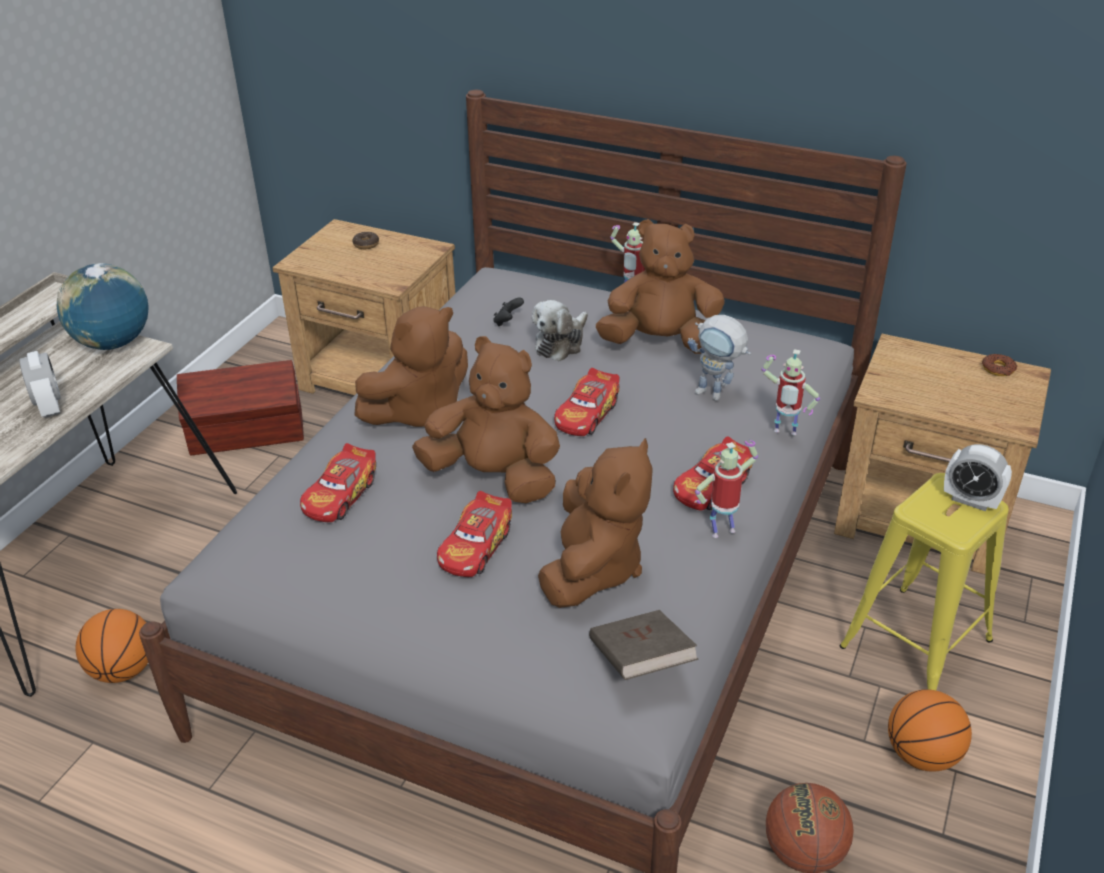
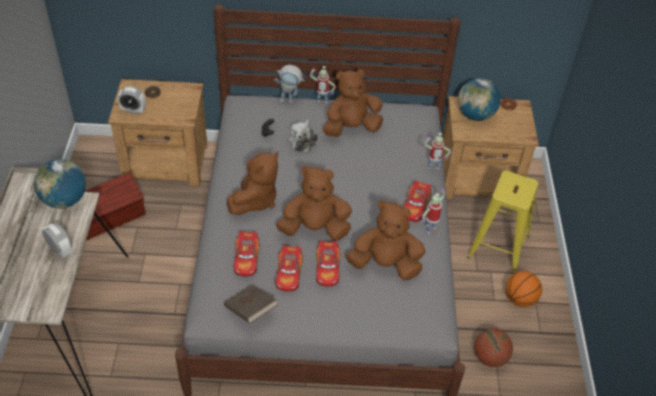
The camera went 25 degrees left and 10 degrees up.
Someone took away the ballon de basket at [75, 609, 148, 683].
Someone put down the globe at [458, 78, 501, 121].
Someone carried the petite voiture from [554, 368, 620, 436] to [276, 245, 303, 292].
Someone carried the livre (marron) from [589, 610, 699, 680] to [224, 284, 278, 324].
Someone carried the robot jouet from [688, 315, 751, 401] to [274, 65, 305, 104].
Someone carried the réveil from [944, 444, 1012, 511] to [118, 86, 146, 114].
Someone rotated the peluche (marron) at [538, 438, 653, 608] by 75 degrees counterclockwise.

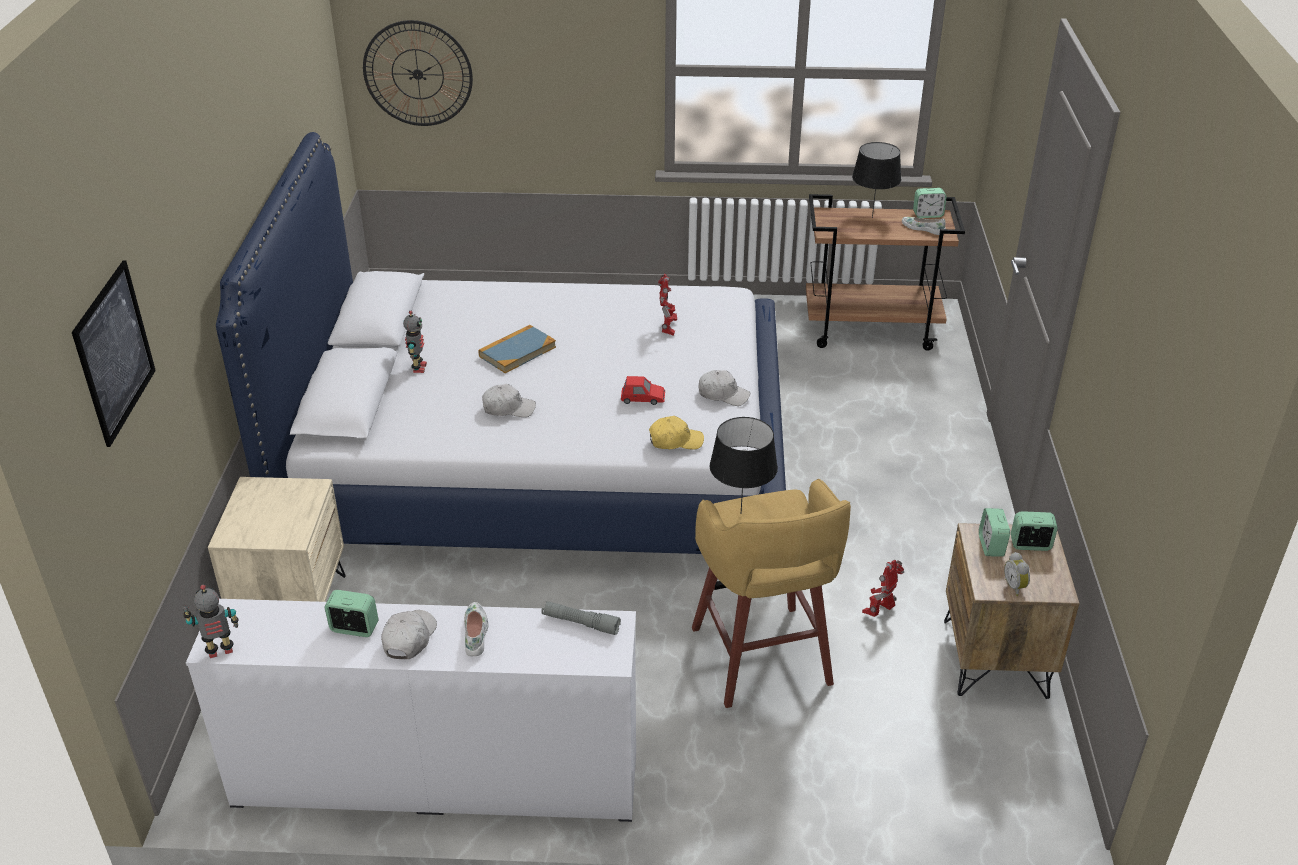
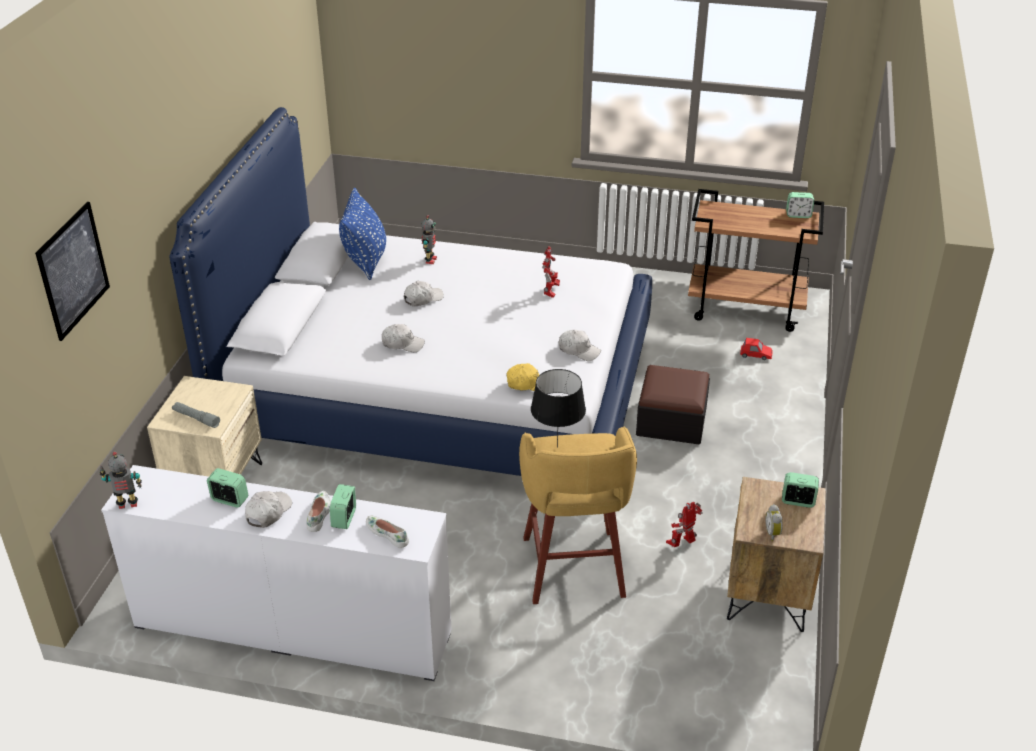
The camera went 10 degrees right and 0 degrees up.
Someone took away the horloge murale at [363, 20, 473, 126].
Someone took away the lampe de table (noir) at [852, 142, 901, 218].
Someone put down the coussin (bleu) at [339, 188, 386, 280].
Someone put down the pouf at [636, 365, 710, 444].
Someone carried the robot jouet from [403, 311, 427, 373] to [421, 215, 437, 264].
Someone carried the lampe de poche (gris) from [541, 601, 621, 635] to [172, 402, 220, 428].
Someone carried the petite voiture (rouge) from [621, 376, 665, 405] to [740, 338, 773, 360].
Someone carried the chaussure (blanc) from [902, 217, 946, 235] to [366, 515, 409, 548].
Someone carried the réveil from [979, 508, 1010, 556] to [330, 484, 356, 529].
Someone swapped the livre at [478, 325, 556, 373] for the casquette (blanc) at [404, 281, 444, 306].

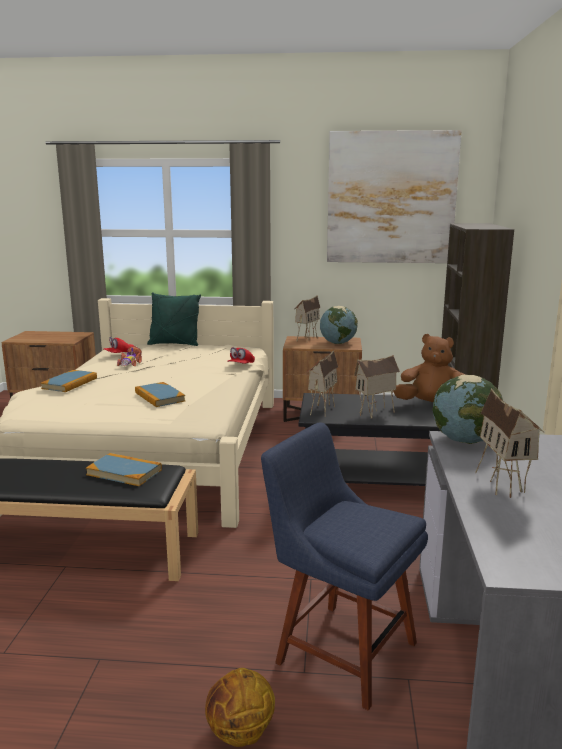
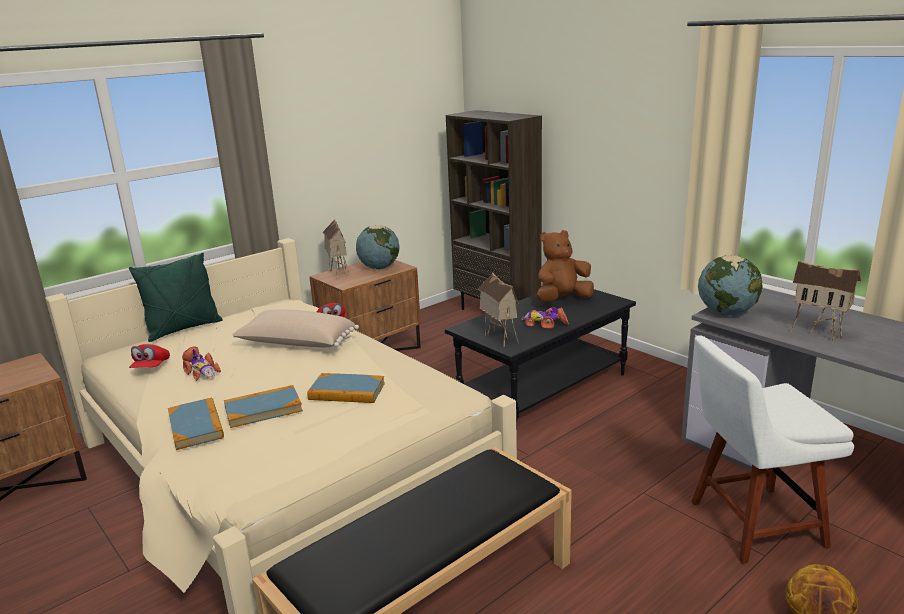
The camera went 45 degrees left and 5 degrees up.
Someone took away the tableau at [327, 130, 462, 263].
Someone put down the coussin (beige) at [232, 310, 359, 347].
Someone carried the livre from [86, 453, 162, 486] to [224, 385, 303, 428].
Someone swapped the maison miniature at [354, 355, 400, 419] for the petite voiture at [521, 307, 569, 329].
Someone repainted the chaise (bleu) at [261, 422, 428, 711], which became the chaise (blanc) at [691, 335, 854, 564].

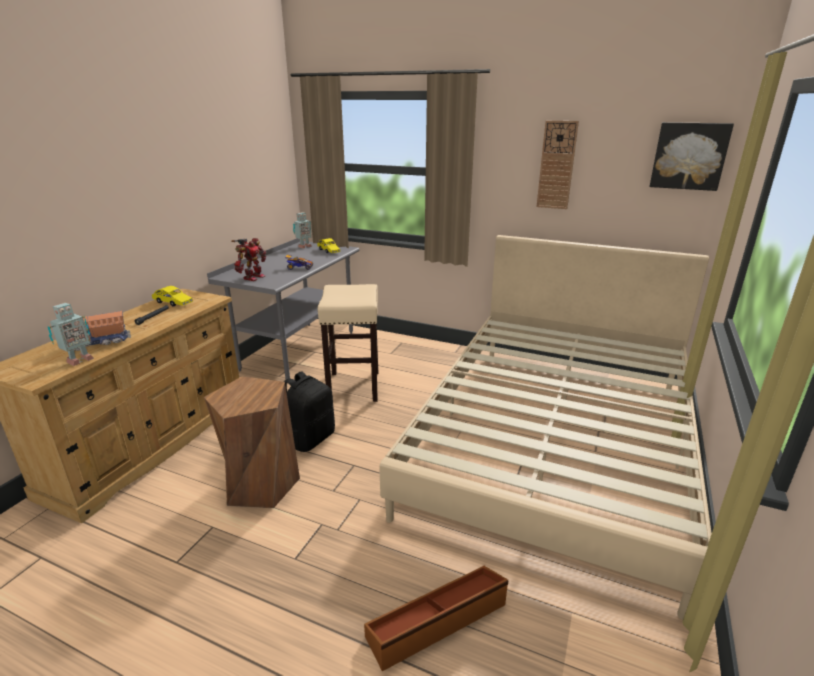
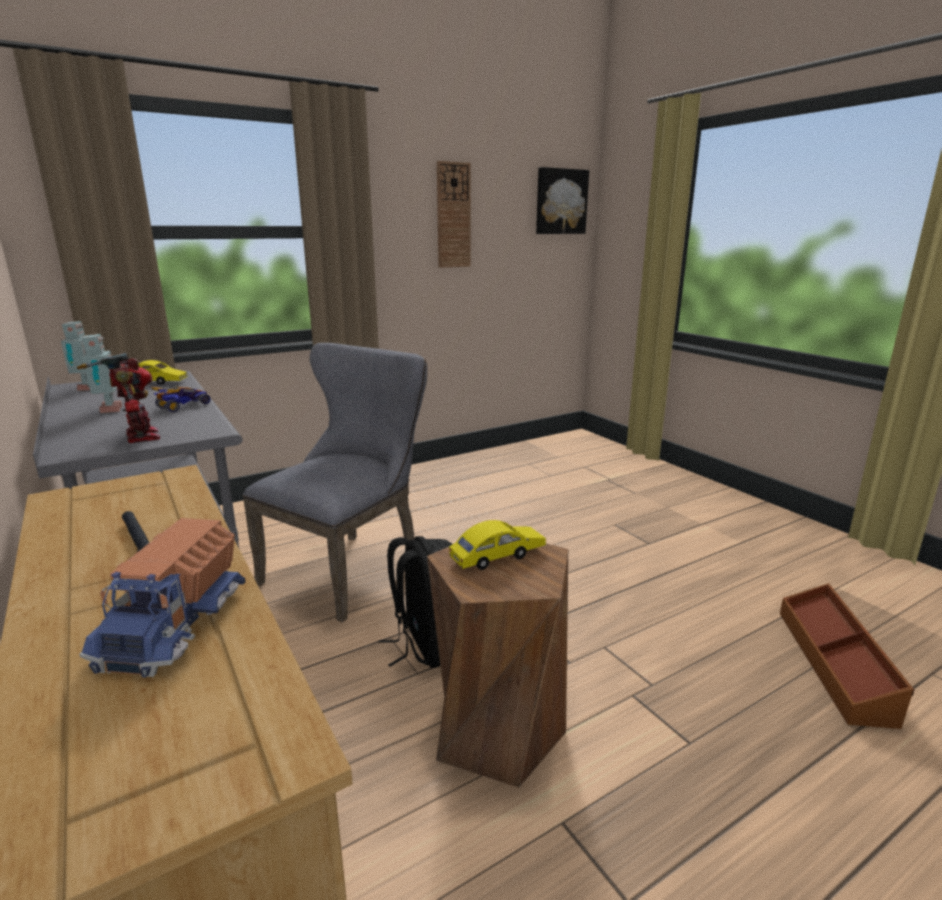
The camera went 55 degrees left and 5 degrees down.
Someone took away the lit (beige) at [379, 235, 712, 620].
Someone carried the robot jouet from [48, 303, 94, 366] to [82, 334, 122, 413].
Someone carried the petite voiture (jaune) from [152, 286, 193, 307] to [449, 520, 546, 570].
Someone swapped the tabouret (beige) at [317, 284, 378, 402] for the chaise (gris) at [242, 343, 427, 622].

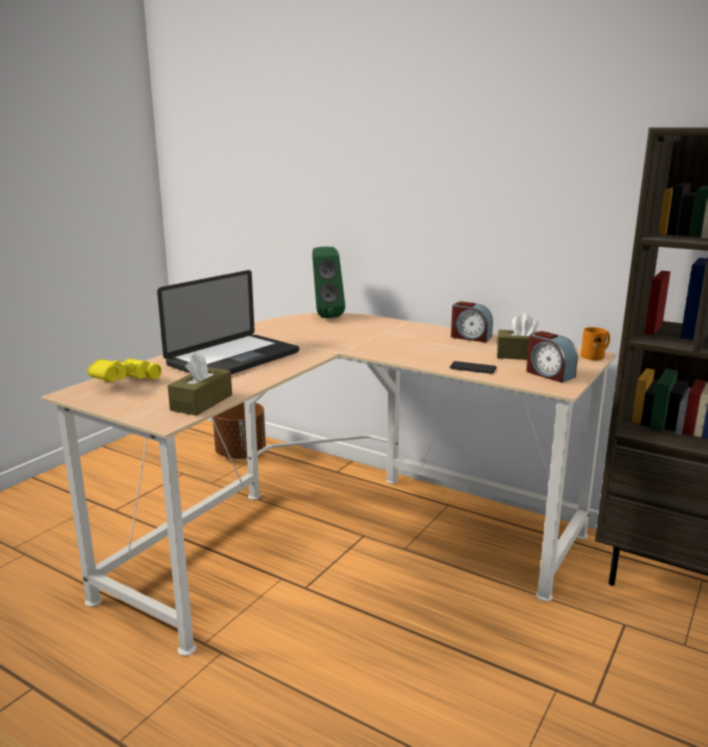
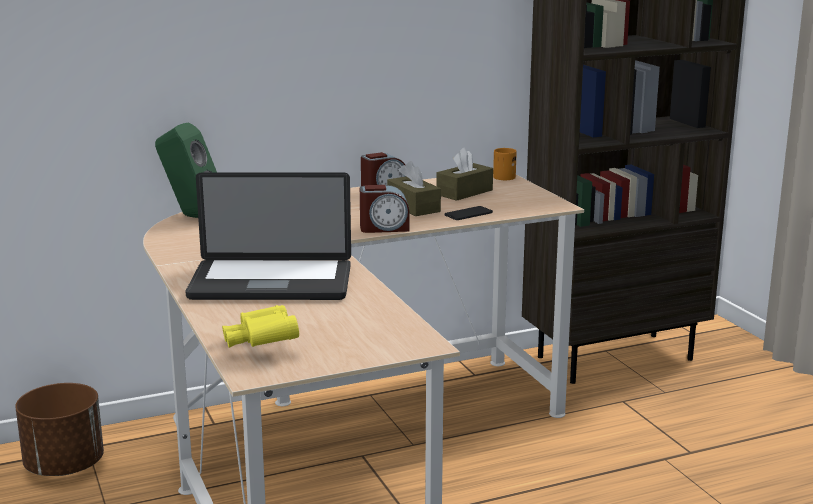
The camera went 55 degrees left and 0 degrees up.
Someone carried the boîte à mouchoirs (marron) from [168, 352, 232, 416] to [387, 161, 441, 216].
Someone carried the réveil from [526, 331, 578, 383] to [360, 185, 409, 233].
Someone rotated the ordinateur portable at [157, 270, 299, 374] by 105 degrees clockwise.

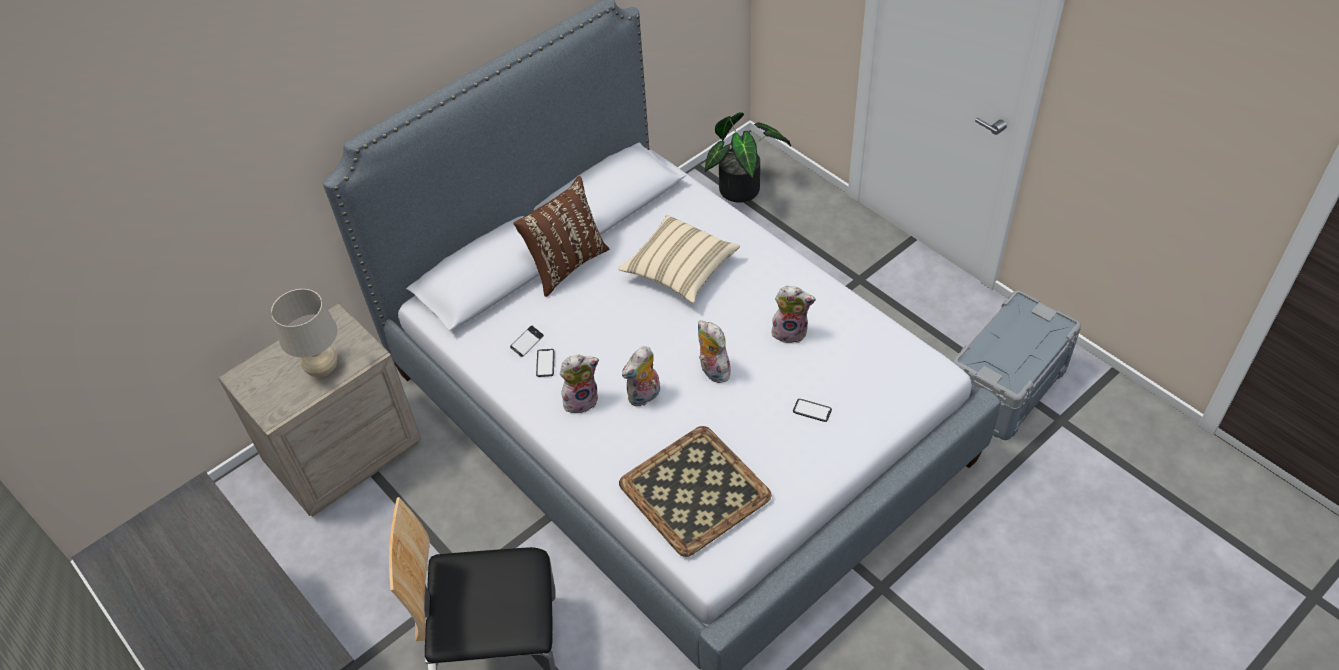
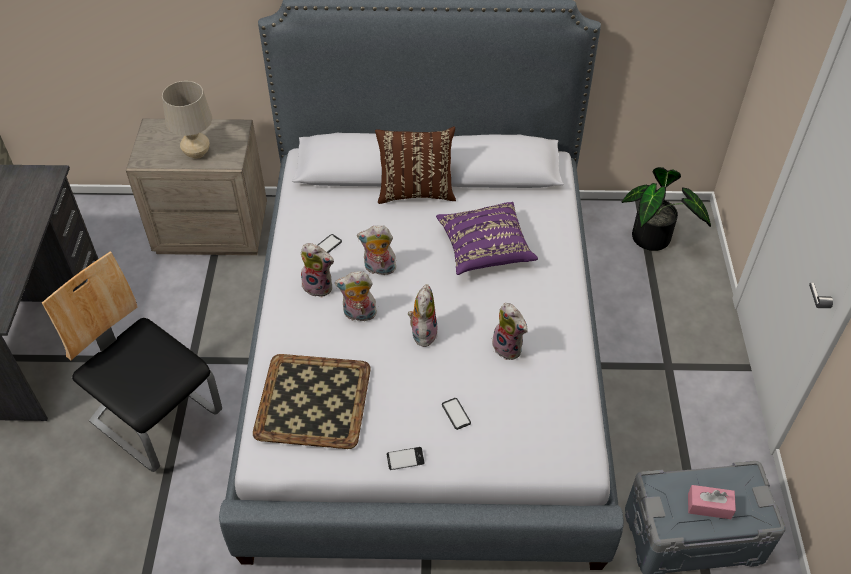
The camera went 40 degrees right and 0 degrees up.
Someone put down the peluche at [357, 225, 399, 275].
Someone put down the boîte à mouchoirs (rose) at [688, 485, 736, 519].
Someone carried the téléphone from [510, 326, 544, 357] to [386, 447, 425, 470].
Someone repainted the coussin (beige) at [618, 215, 740, 303], which became the coussin (violet) at [436, 202, 538, 275].

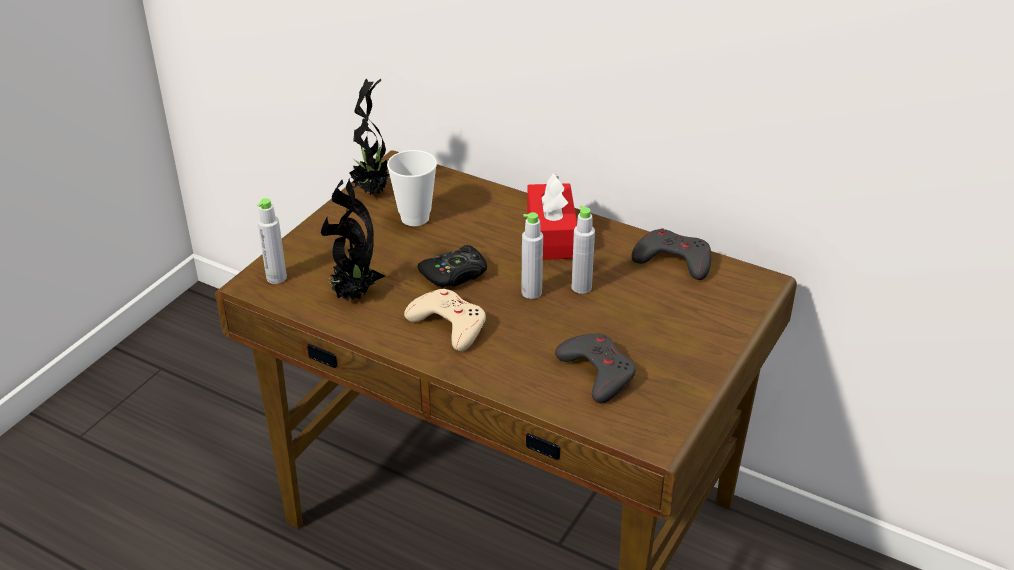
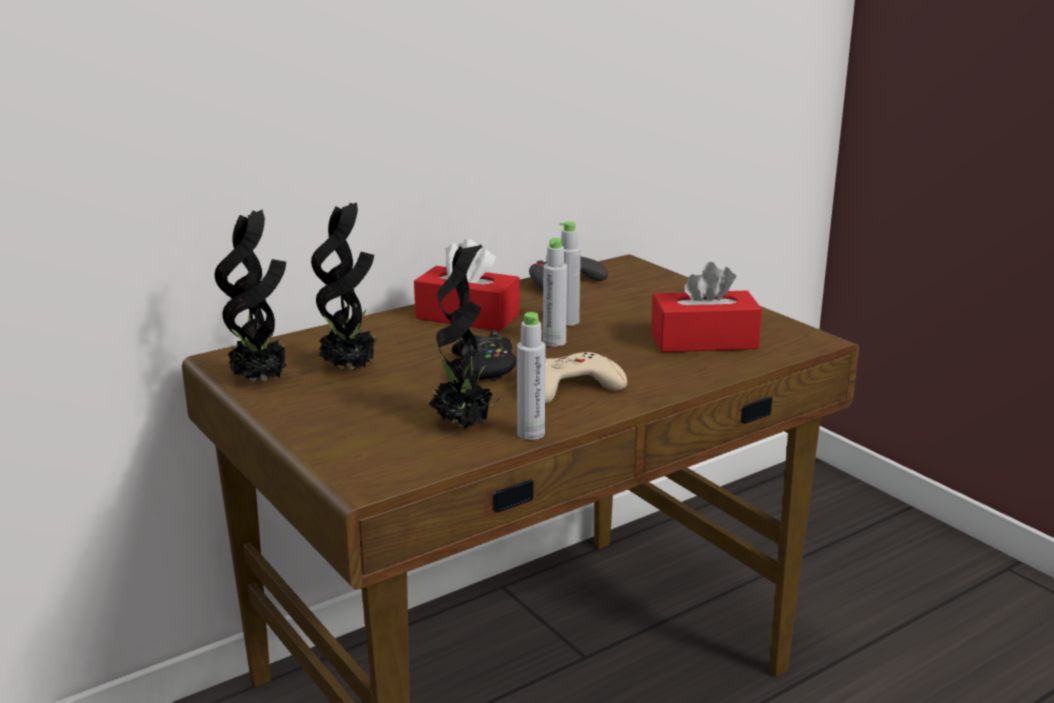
The camera went 65 degrees left and 15 degrees down.
Someone carried the bouteille (gris) from [257, 198, 287, 284] to [517, 312, 546, 440].
Someone swapped the tasse at [387, 150, 437, 226] for the plante en pot at [311, 202, 376, 370].
Someone swapped the manette (gris) at [555, 333, 636, 403] for the boîte à mouchoirs (rouge) at [651, 262, 762, 352].

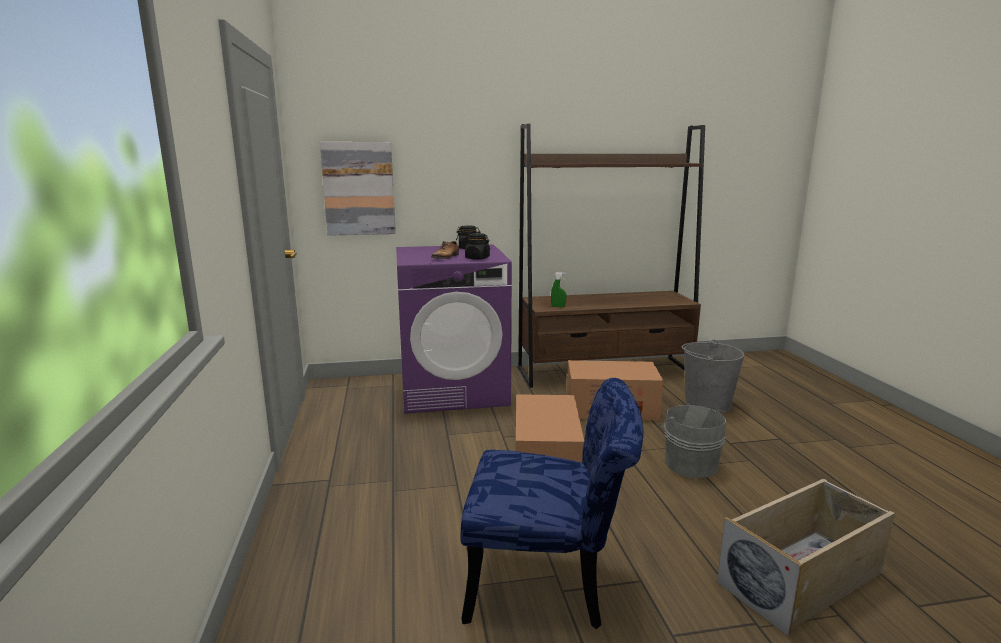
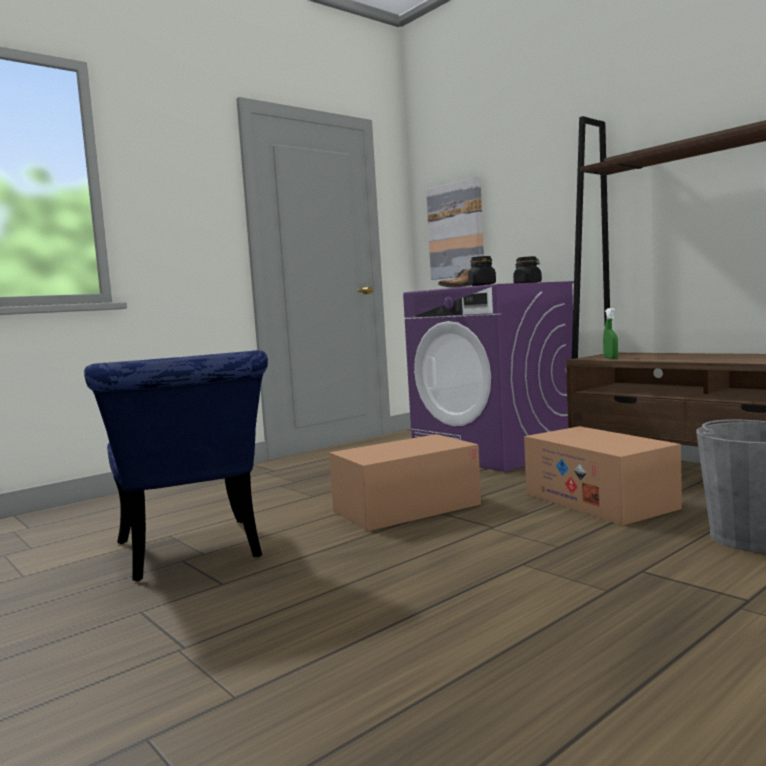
The camera went 60 degrees right and 10 degrees down.
Someone took away the seau (gris) at [659, 405, 726, 478].
Someone took away the boîte de rangement (beige) at [717, 479, 895, 637].

